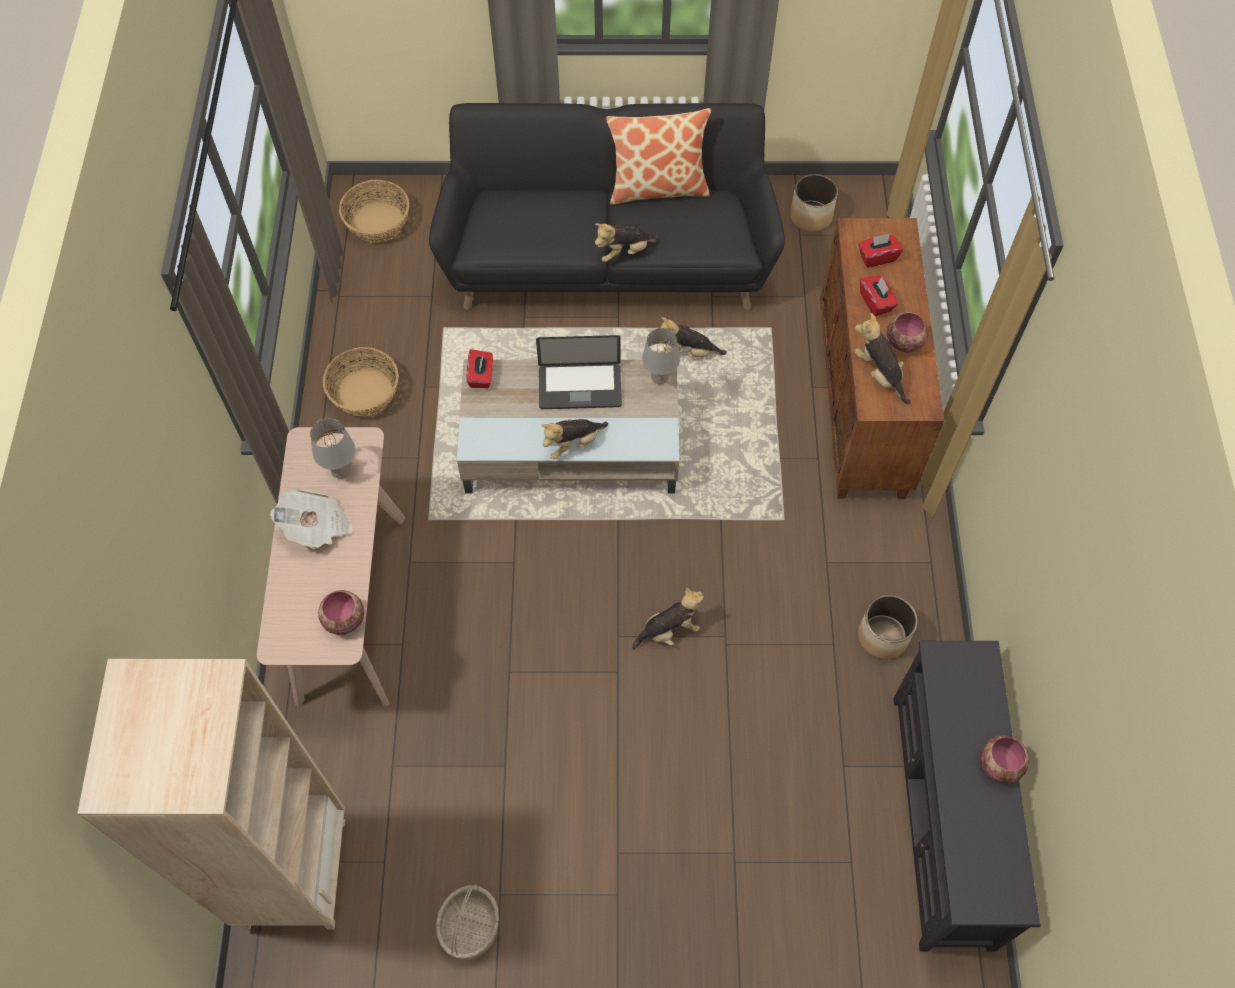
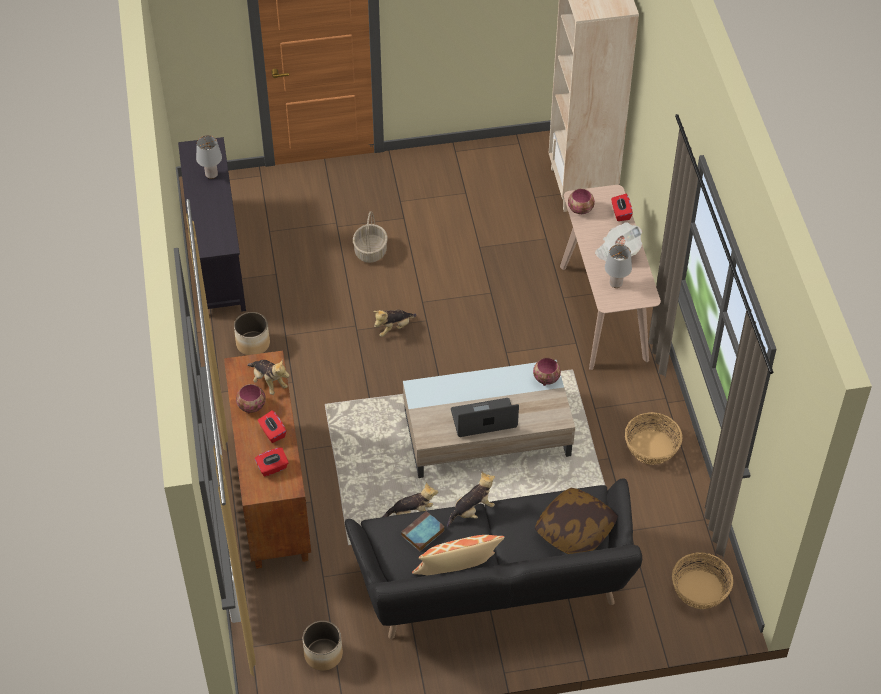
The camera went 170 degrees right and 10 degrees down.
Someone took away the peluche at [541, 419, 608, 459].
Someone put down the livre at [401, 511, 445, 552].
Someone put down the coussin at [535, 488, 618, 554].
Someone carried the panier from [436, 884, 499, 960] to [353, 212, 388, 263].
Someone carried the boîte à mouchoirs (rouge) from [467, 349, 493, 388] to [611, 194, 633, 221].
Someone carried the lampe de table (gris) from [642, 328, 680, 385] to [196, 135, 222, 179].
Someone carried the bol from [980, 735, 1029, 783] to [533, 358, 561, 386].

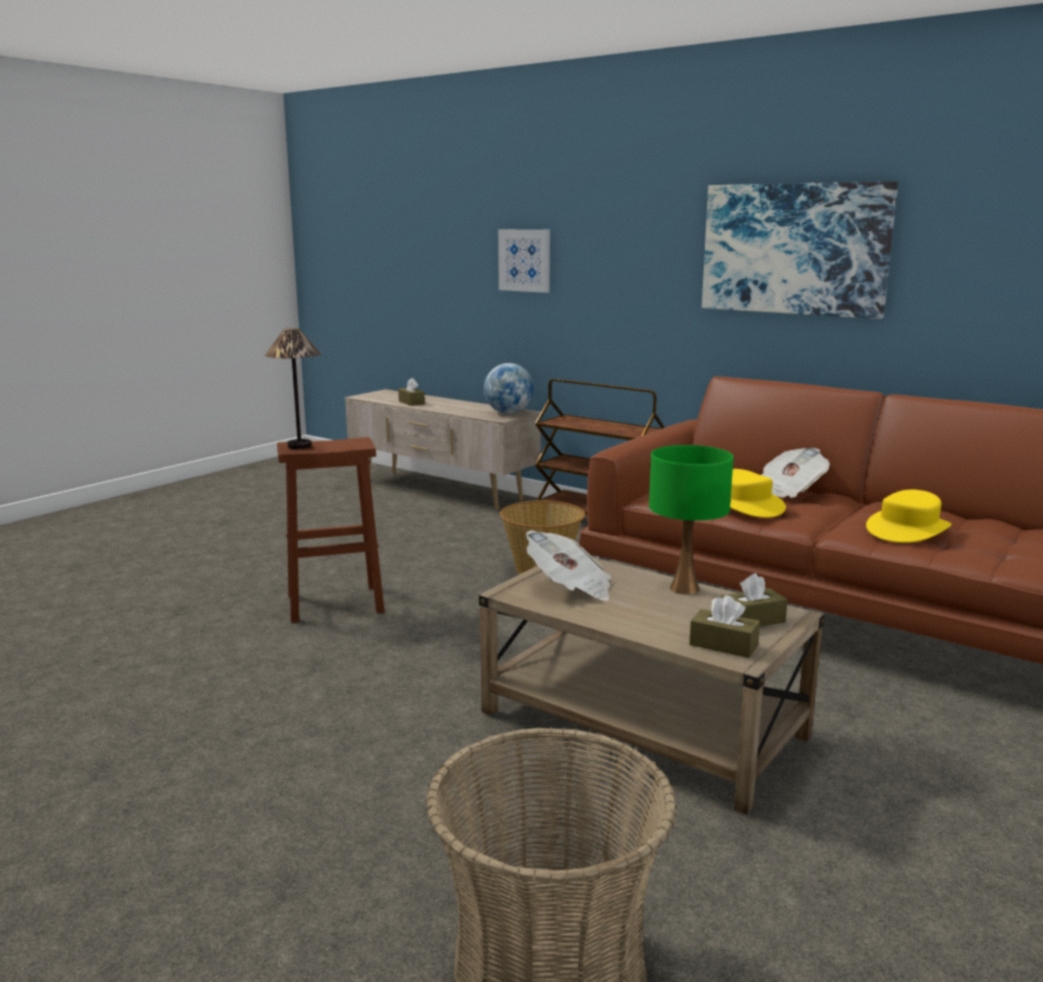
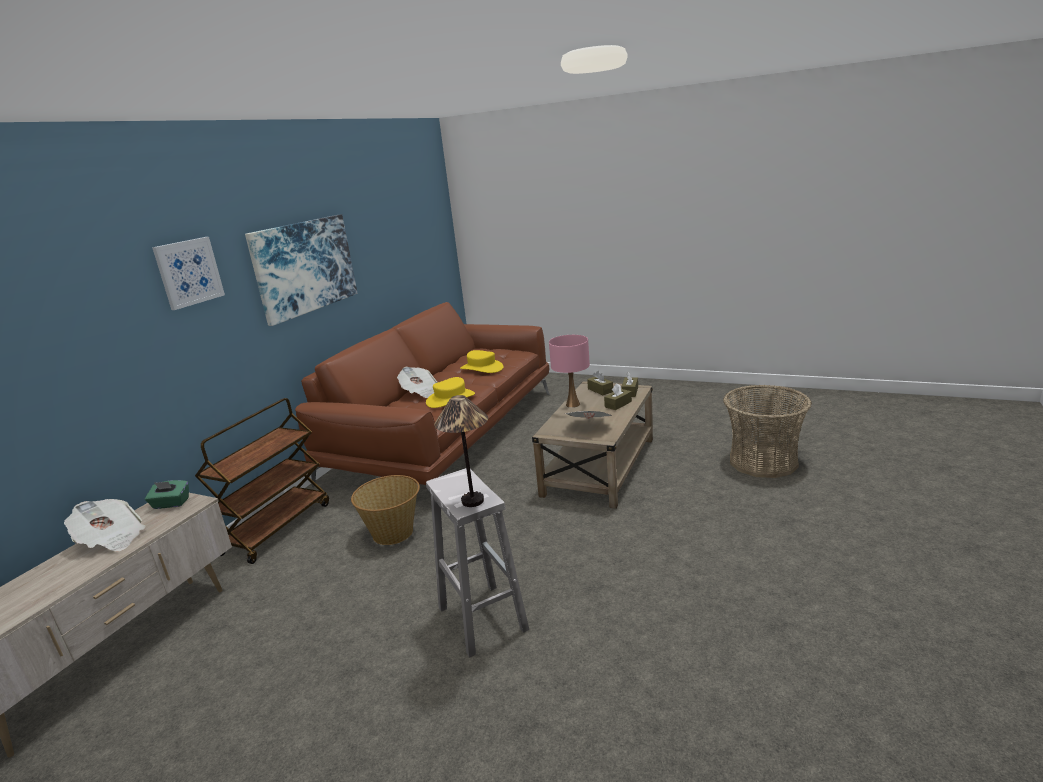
The camera went 100 degrees left and 5 degrees up.
Someone put down the journal at [64, 499, 146, 552].
Someone carried the boîte à mouchoirs (marron) from [398, 378, 425, 406] to [604, 383, 632, 410].
Someone carried the tableau from [498, 229, 550, 293] to [152, 237, 225, 310].
Someone swapped the globe at [484, 363, 534, 414] for the boîte à mouchoirs (vert) at [145, 480, 189, 509].
Someone repainted the tabouret (marron) at [277, 437, 385, 623], which became the tabouret (blanc) at [426, 468, 529, 658].
Someone repainted the lampe de table (vert) at [649, 445, 733, 595], which became the lampe de table (rose) at [549, 335, 590, 408].

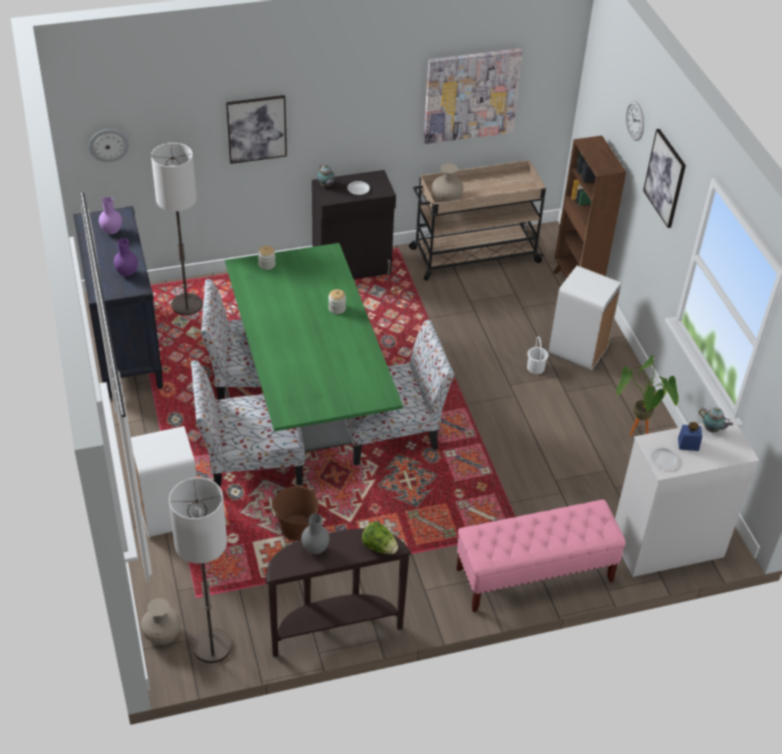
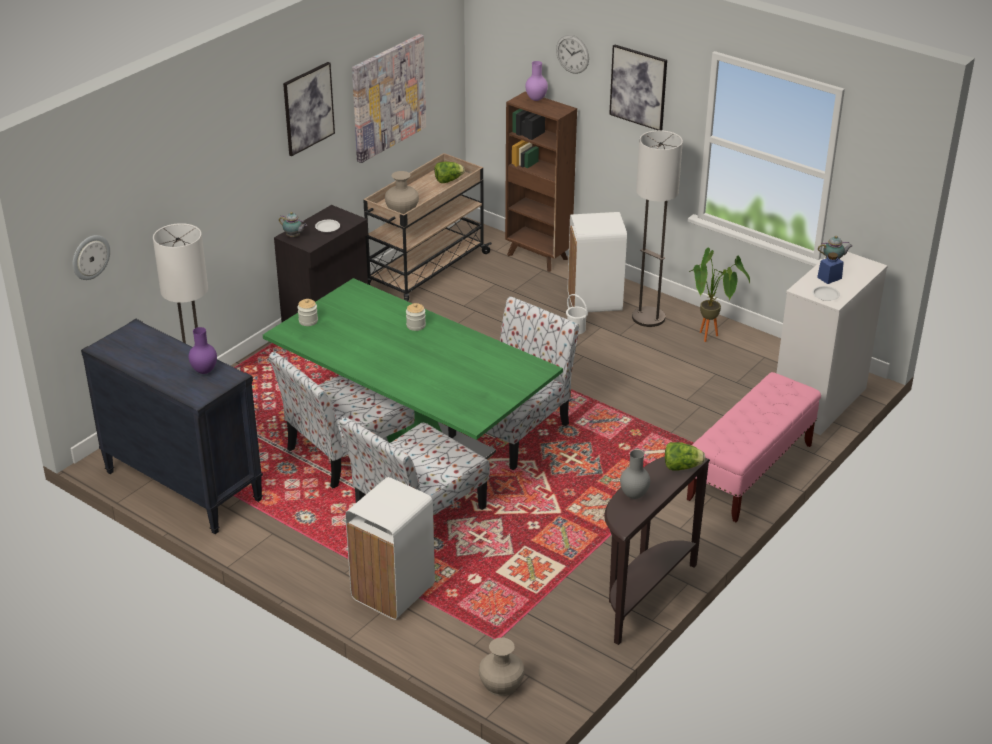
The camera went 35 degrees left and 10 degrees down.
Someone took away the seau (marron) at [272, 486, 319, 541].
Someone put down the laitue at [434, 162, 465, 183].
Someone carried the vase (violet) from [99, 197, 122, 234] to [525, 61, 548, 101].
Someone carried the lampadaire from [169, 477, 232, 663] to [632, 130, 683, 327].
Someone carried the tableau from [226, 95, 287, 164] to [283, 62, 335, 156].

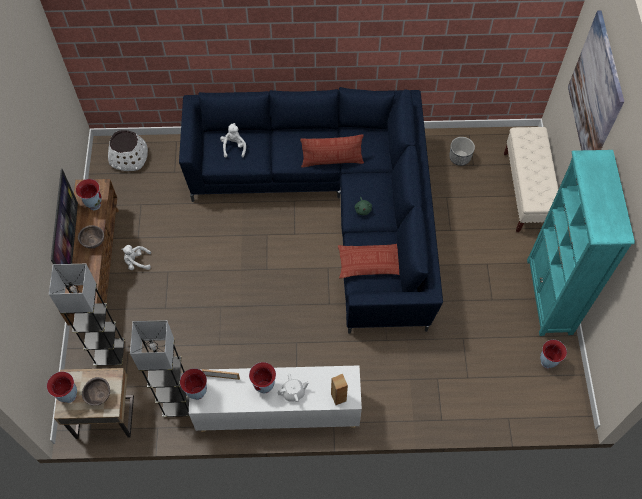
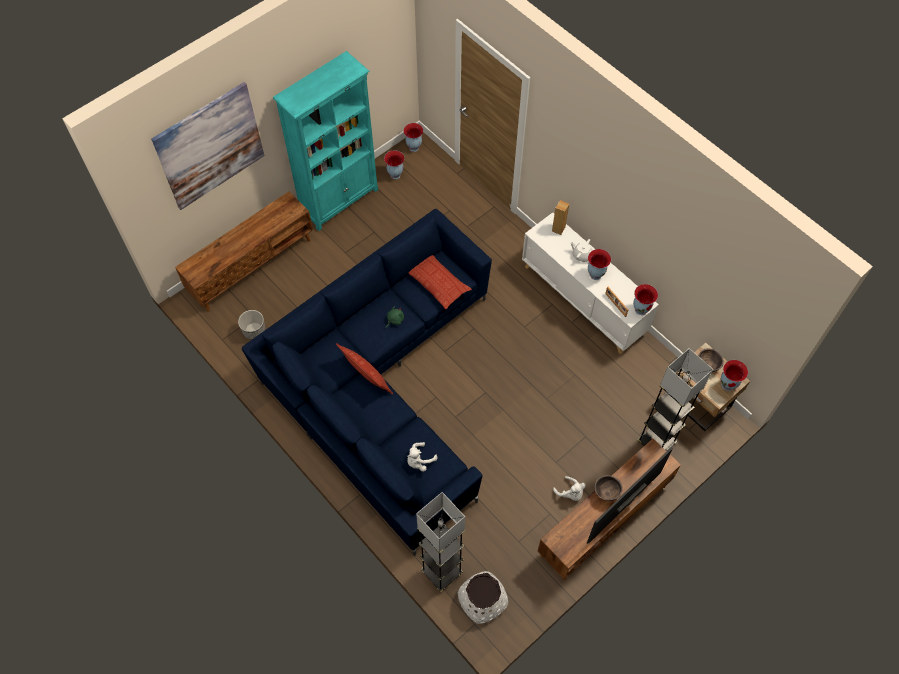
The camera went 130 degrees left and 0 degrees up.
Someone carried the vase from [76, 179, 102, 210] to [403, 123, 423, 152].
Someone carried the lampadaire (gris) from [130, 320, 189, 417] to [416, 492, 465, 592].
Someone swapped the banc (beige) at [504, 127, 559, 232] for the meuble télé (marron) at [175, 191, 313, 312].

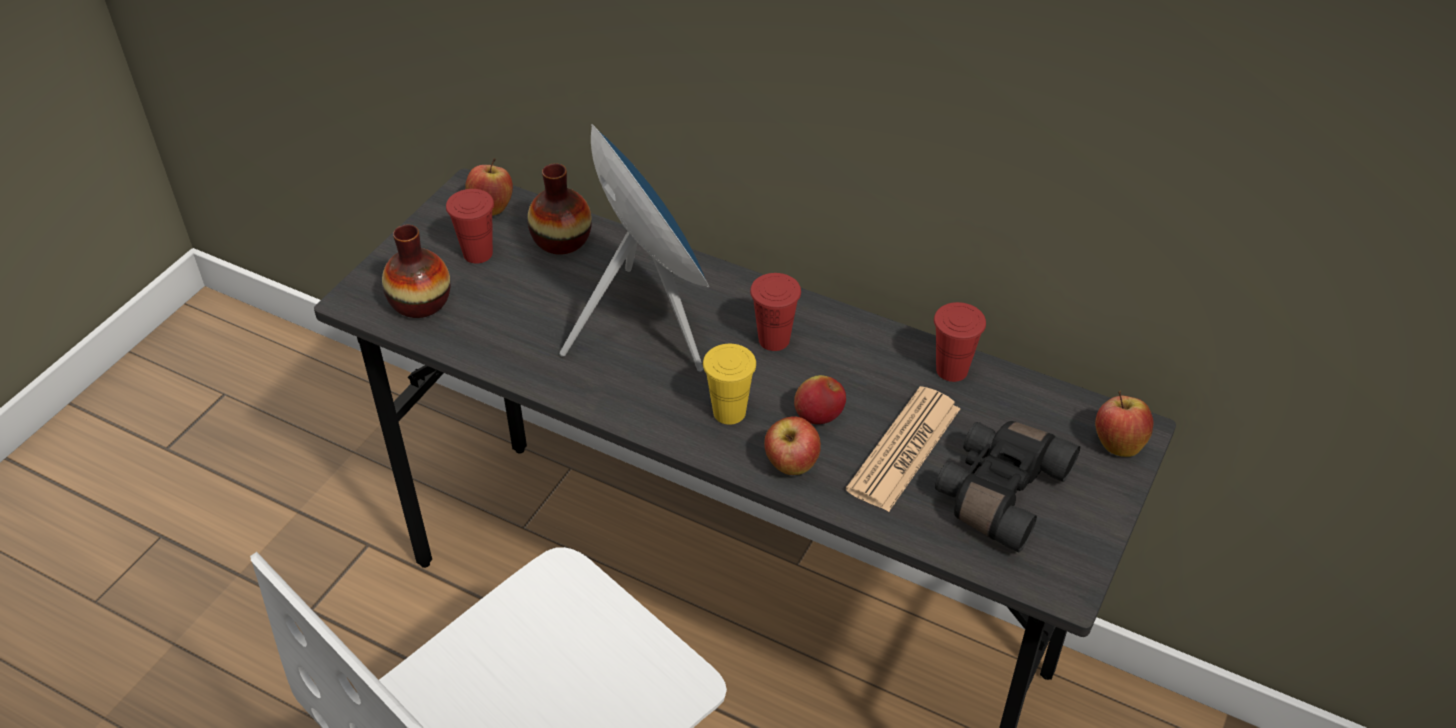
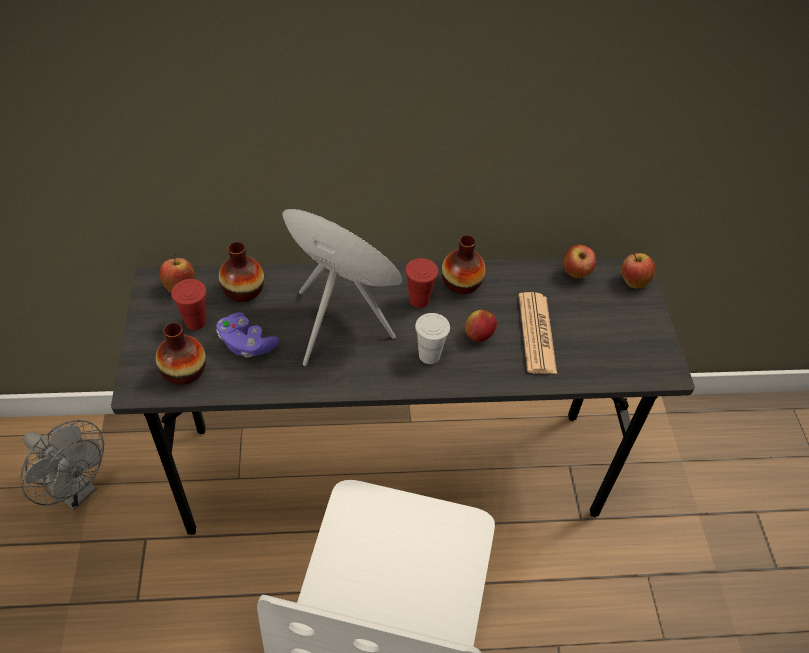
The camera went 35 degrees left and 5 degrees up.
Someone took away the tasse (rouge) at [934, 302, 986, 382].
Someone took away the jumelles (noir) at [935, 421, 1080, 552].
Someone put down the ventilateur (gris) at [21, 420, 104, 510].
Someone put down the manette (violet) at [216, 312, 279, 358].
Someone put down the vase at [441, 235, 485, 294].
Someone carried the pomme from [764, 416, 821, 475] to [563, 245, 596, 279].
Someone repainted the tasse (jaune) at [703, 344, 756, 425], which became the tasse (blanc) at [415, 313, 450, 364].

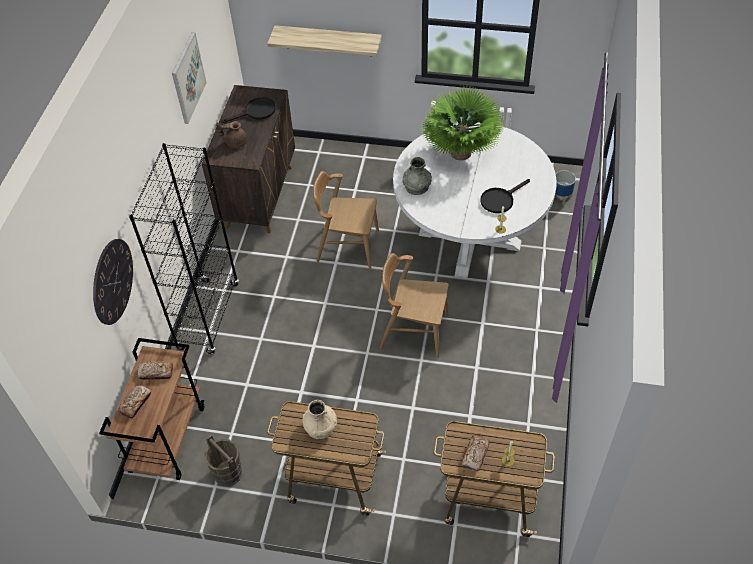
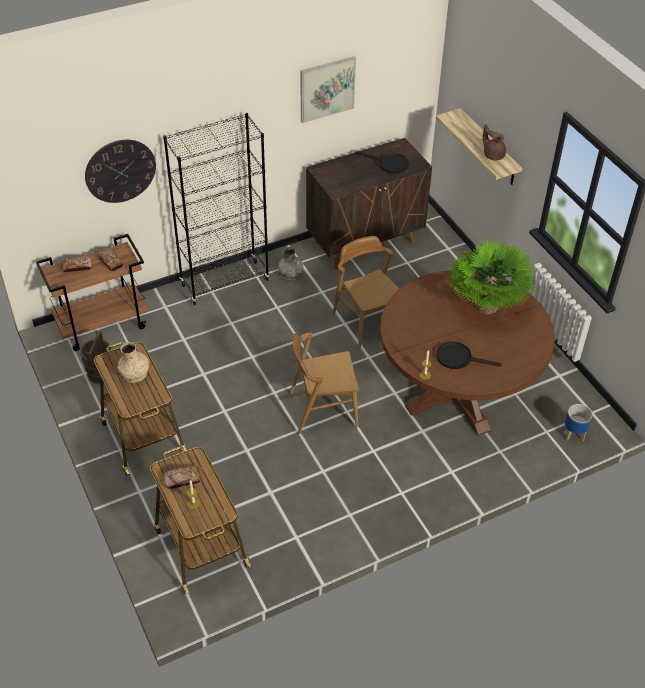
The camera went 50 degrees right and 5 degrees down.
Someone carried the théière (marron) from [216, 121, 247, 148] to [483, 124, 506, 160].
Someone carried the vase (gris) from [403, 157, 432, 195] to [278, 247, 303, 281].
Someone repainted the table à manger (blanc) at [393, 122, 557, 279], which became the table à manger (marron) at [380, 270, 555, 436].
Someone rotated the chaise (marron) at [380, 253, 449, 358] by 75 degrees counterclockwise.

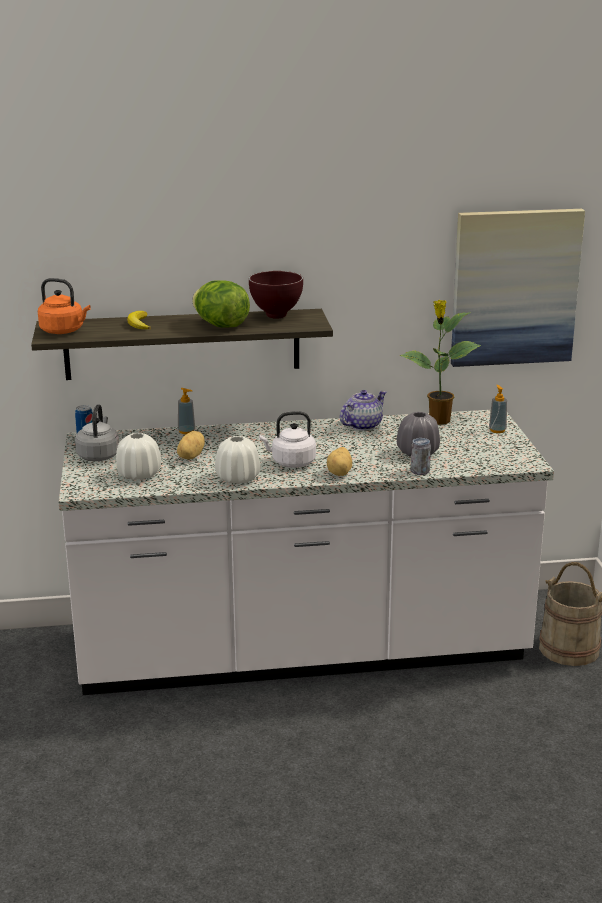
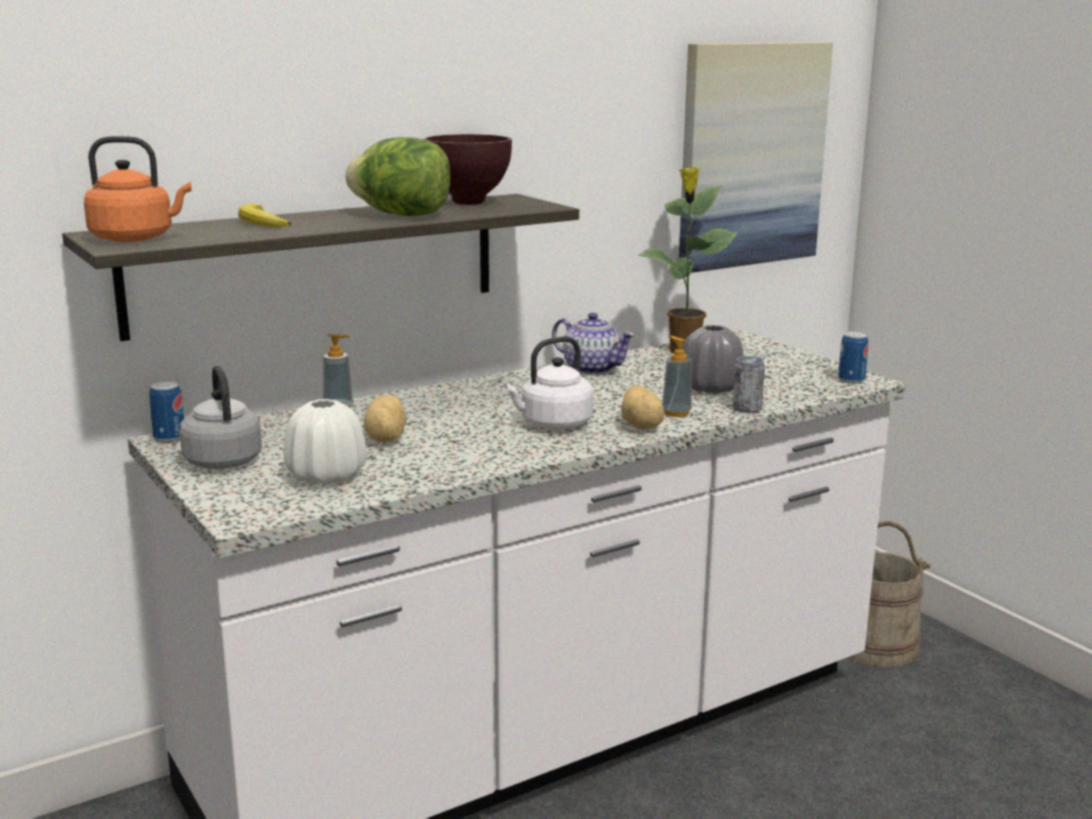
The camera went 25 degrees left and 5 degrees down.
Someone took away the vase (blanc) at [215, 436, 260, 484].
Someone put down the boîte métallique at [838, 332, 868, 383].
Someone carried the distributeur de savon from [489, 385, 507, 433] to [662, 336, 692, 417].
Someone rotated the théière at [340, 390, 386, 431] by 105 degrees clockwise.

